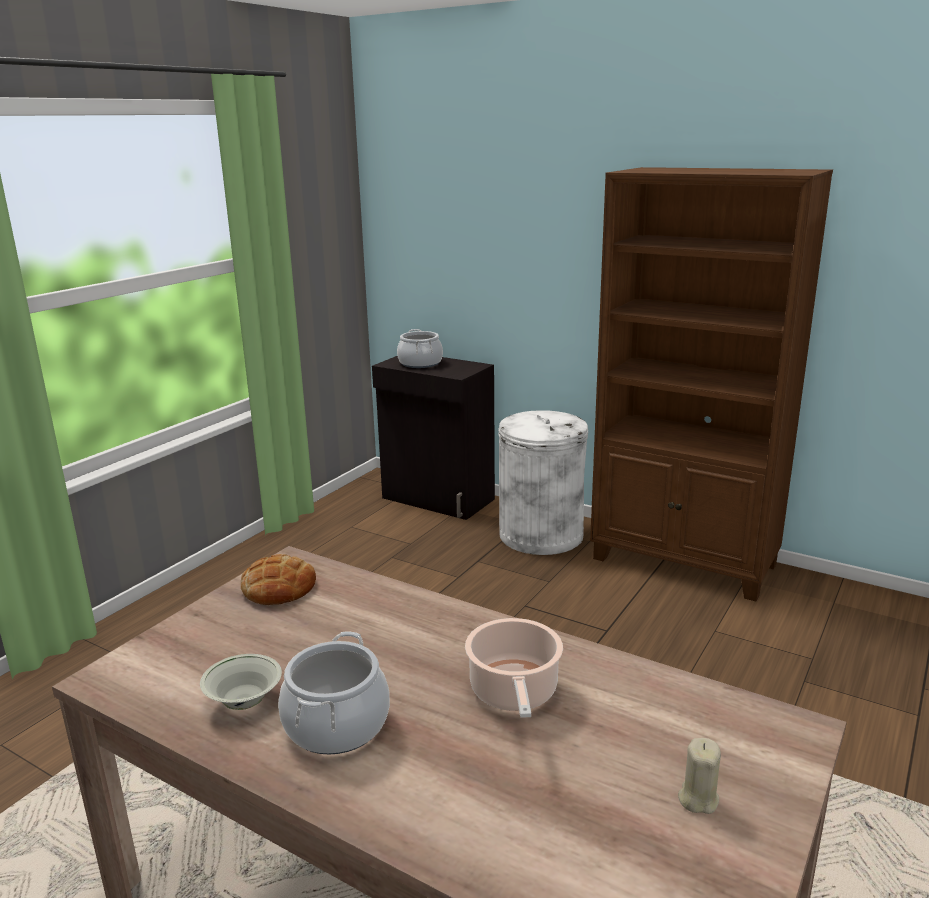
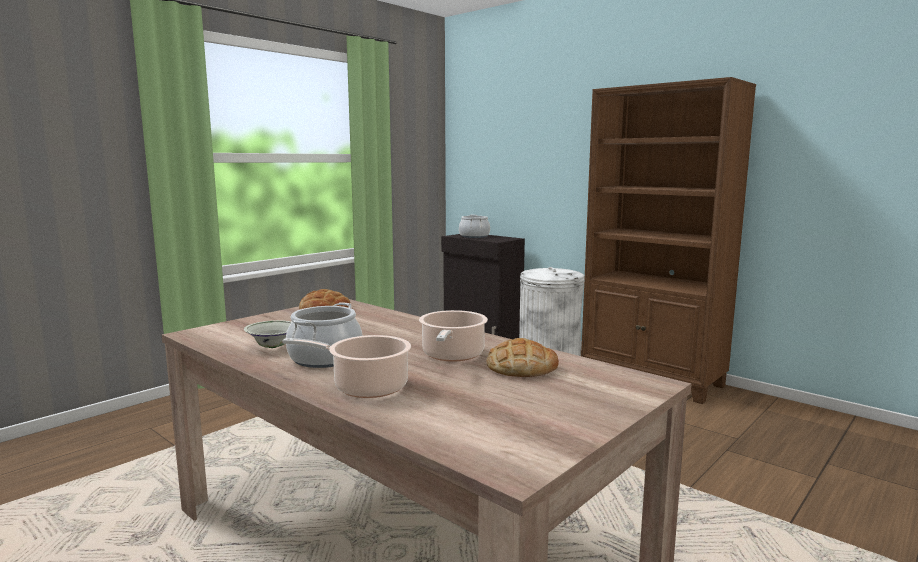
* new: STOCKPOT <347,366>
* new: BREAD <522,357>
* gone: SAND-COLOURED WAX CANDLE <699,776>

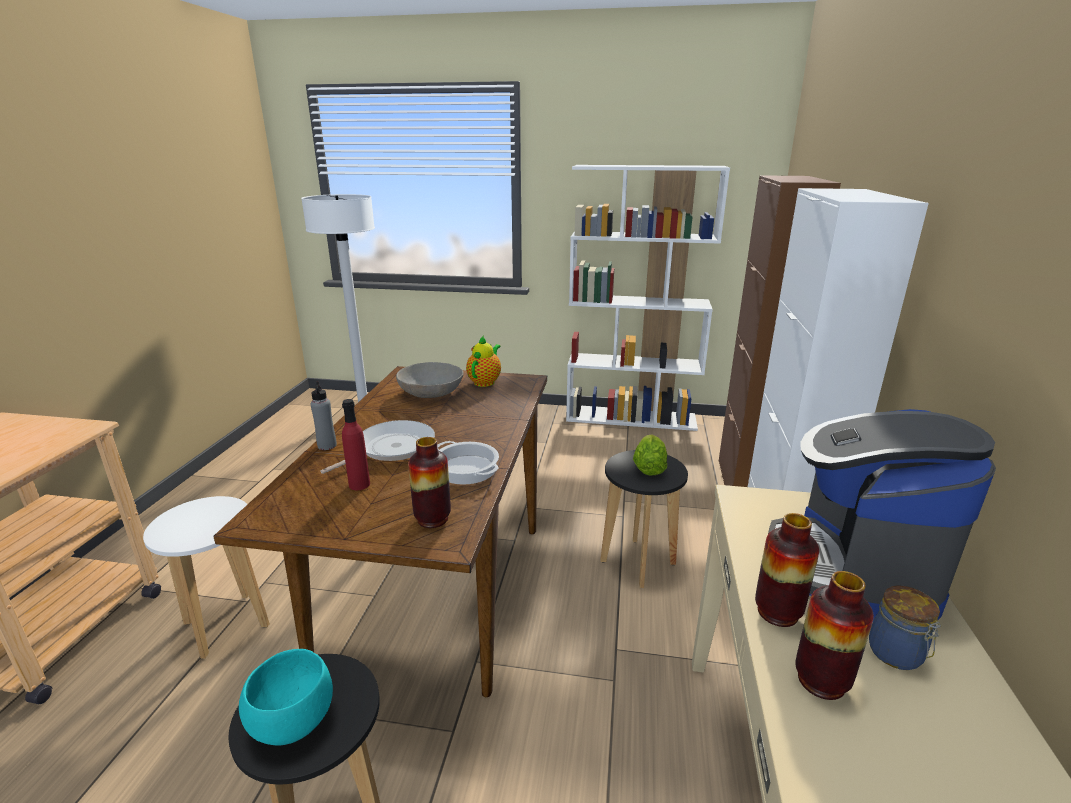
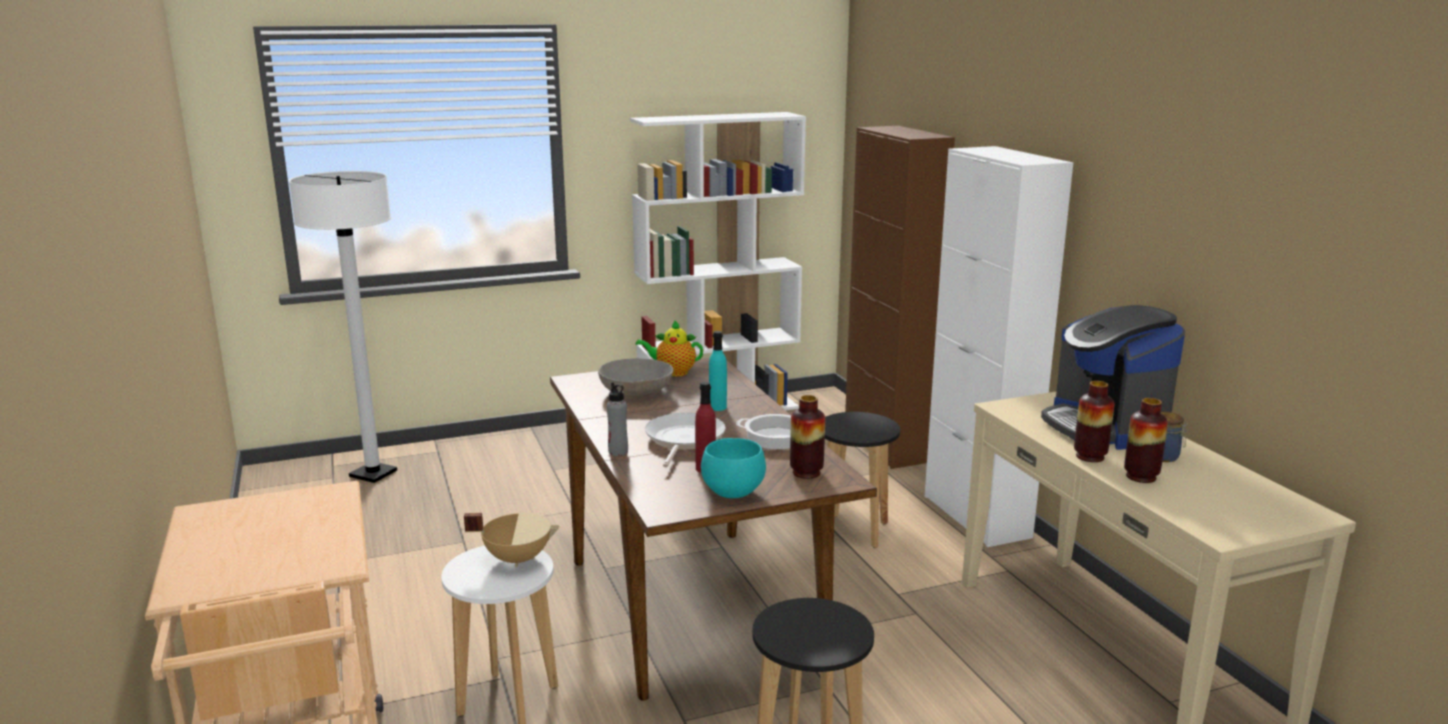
* new: SAND-COLOURED STOCKPOT <512,540>
* rotated: POT FOR TEA <483,361> = <669,348> 75 degrees counterclockwise
* shifted: TURQUOISE-COLOURED DEEP DISH <286,697> to <733,468>
* new: TURQUOISE-COLOURED BEVERAGE BOTTLE <718,371>
* gone: HEAD OF LETTUCE <650,455>

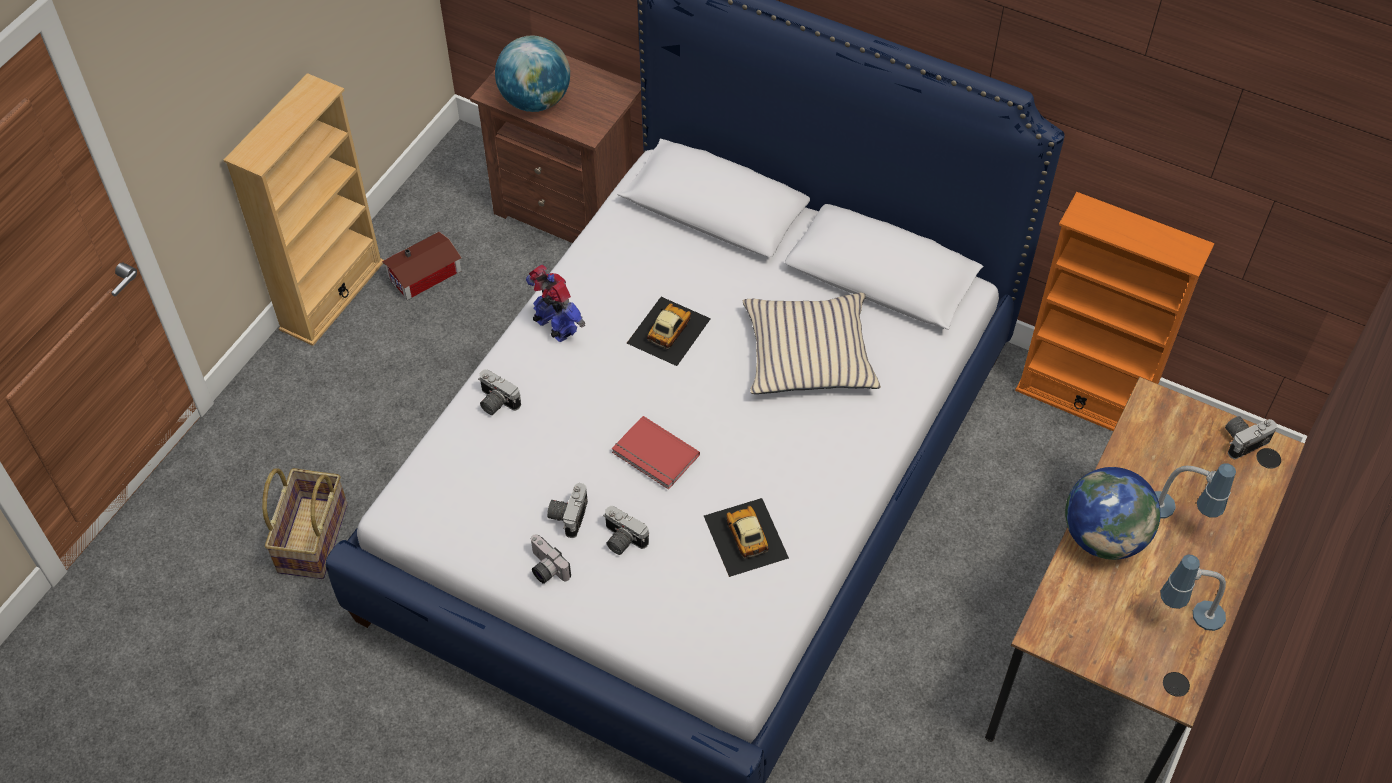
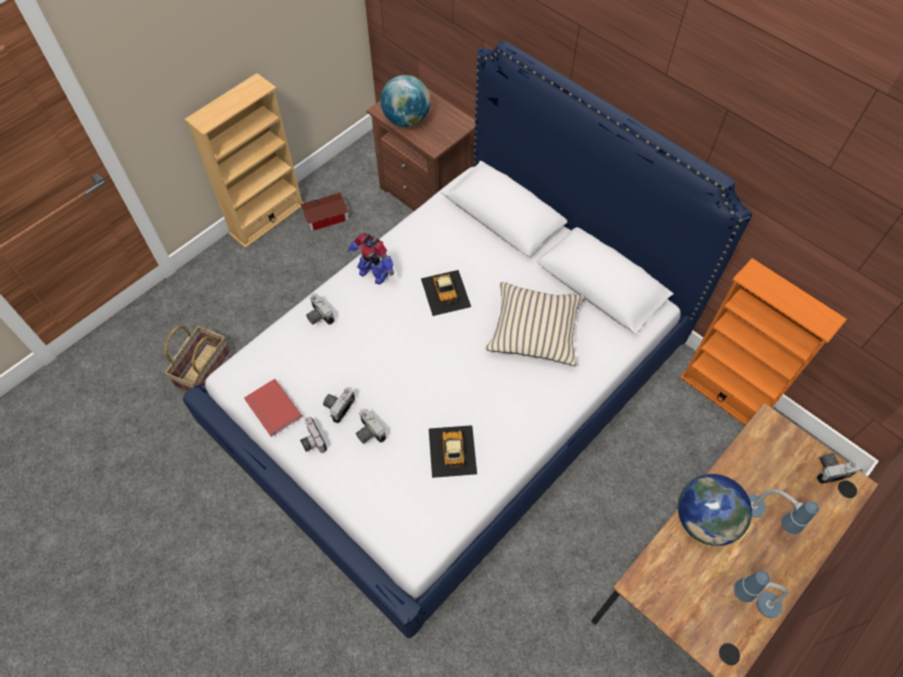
* shifted: REDDISH BOOK <656,452> to <273,408>
* rotated: MODEL ROBOT <555,303> = <370,259> 150 degrees clockwise
* rotated: TOY CAR <669,331> = <446,293> 120 degrees clockwise

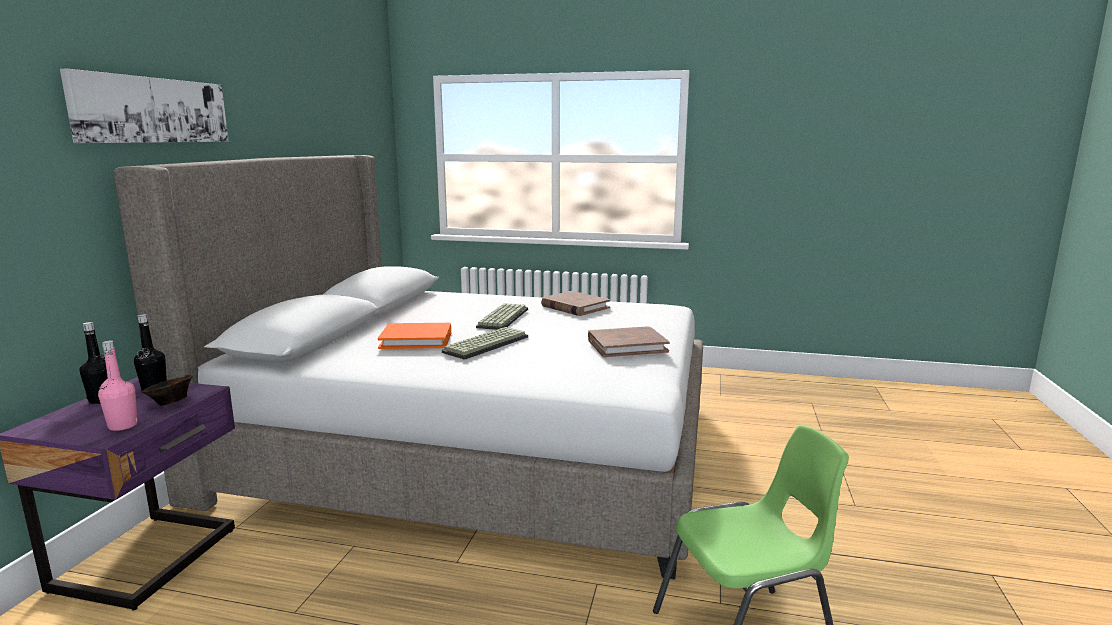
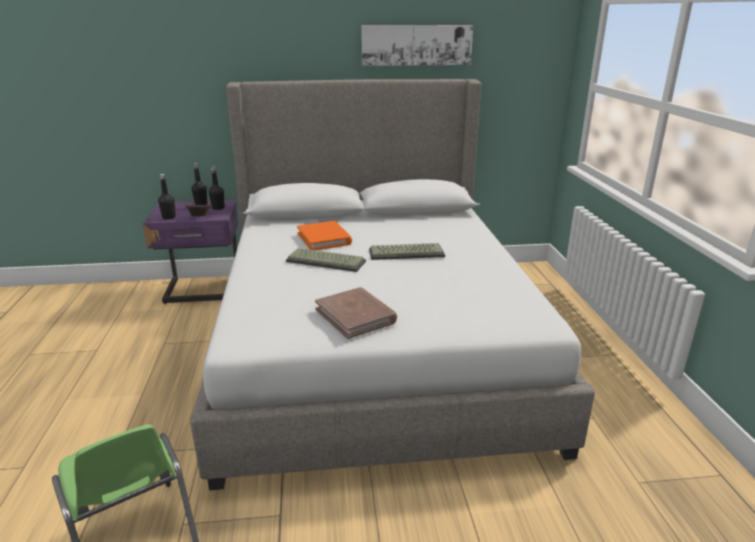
* repainted: PINK-COLOURED BEVERAGE BOTTLE <118,385> to BLACK BEVERAGE BOTTLE <167,197>
* shifted: WALL PICTURE <144,106> to <417,45>
* gone: BROWN BOOK <575,303>

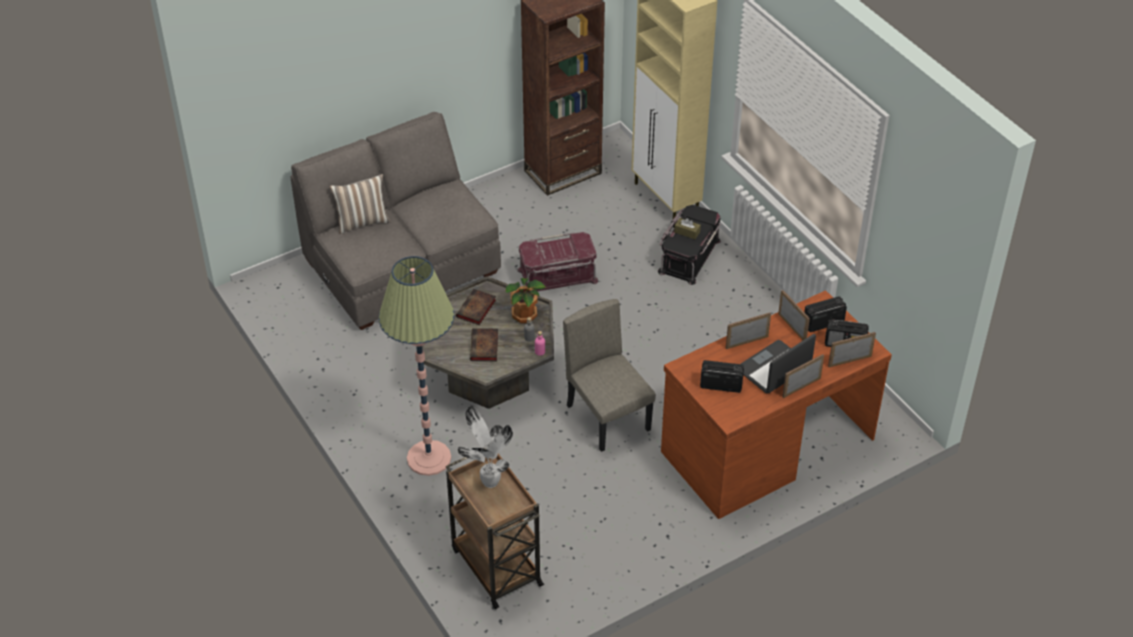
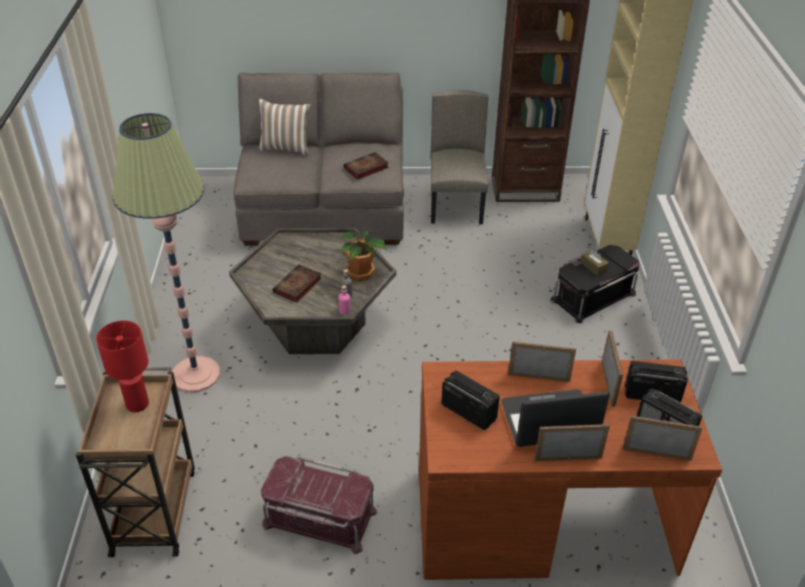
* swapped: POTTED PLANT <485,447> to REDDISH TABLE LAMP <122,366>
* shifted: REDDISH STORAGE CONTAINER <557,261> to <319,505>
* shifted: BOOK <476,307> to <366,166>
* shifted: SAND-COLOURED UPRIGHT CHAIR <609,375> to <459,157>

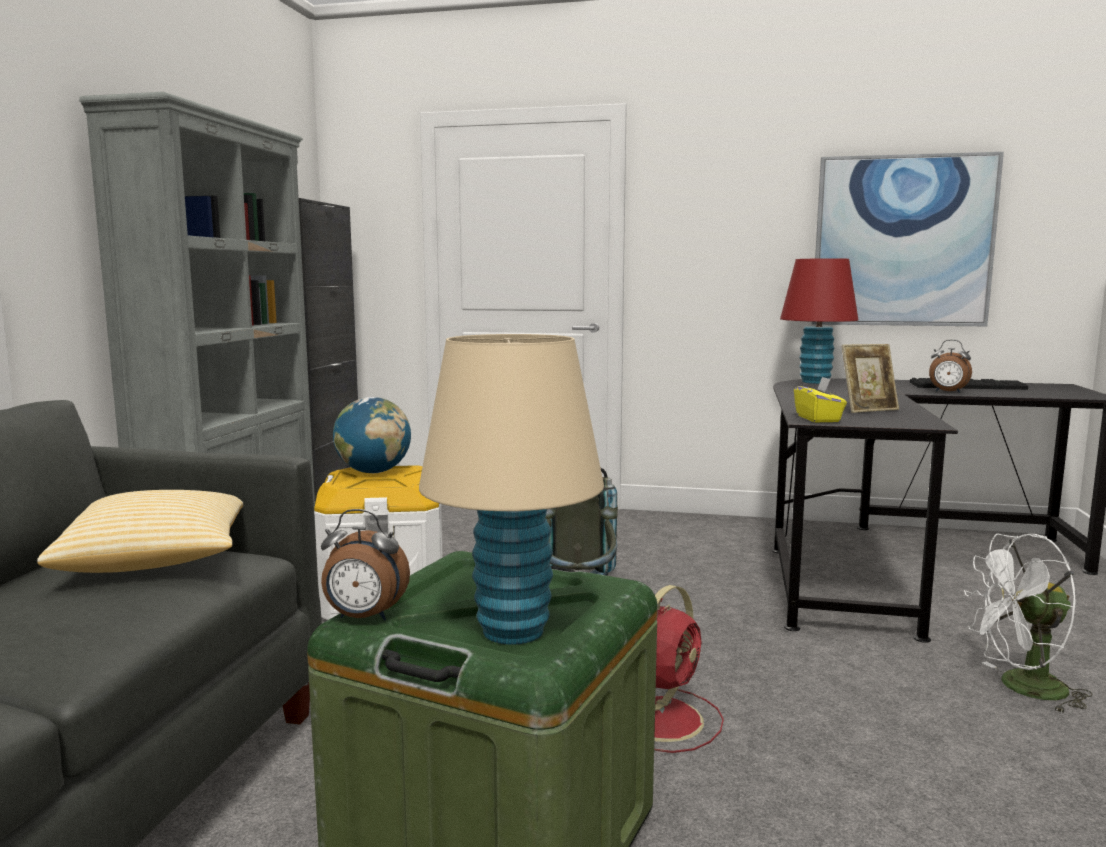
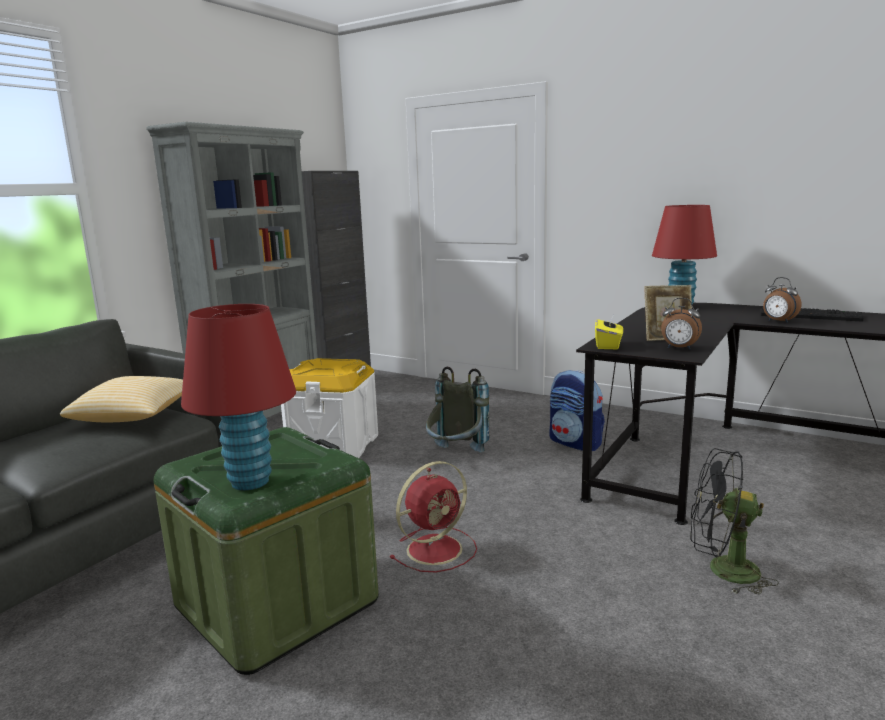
* repainted: SAND-COLOURED TABLE LAMP <511,489> to REDDISH TABLE LAMP <238,397>
* new: RUCKSACK <577,410>
* shifted: ALARM CLOCK <365,565> to <681,324>
* repainted: WHITE-COLOURED ELECTRIC FAN <1028,624> to BLACK ELECTRIC FAN <734,521>
* gone: GLOBE <372,435>
* gone: WALL PICTURE <908,239>

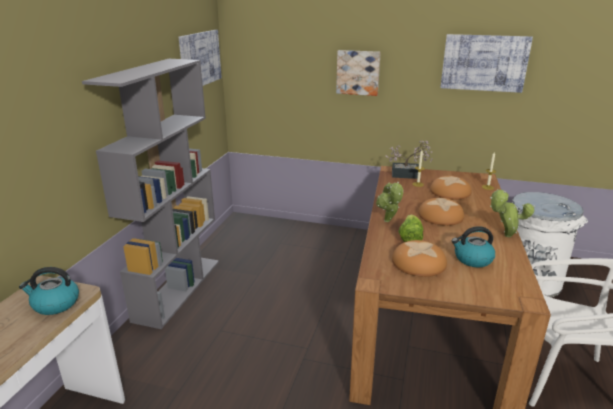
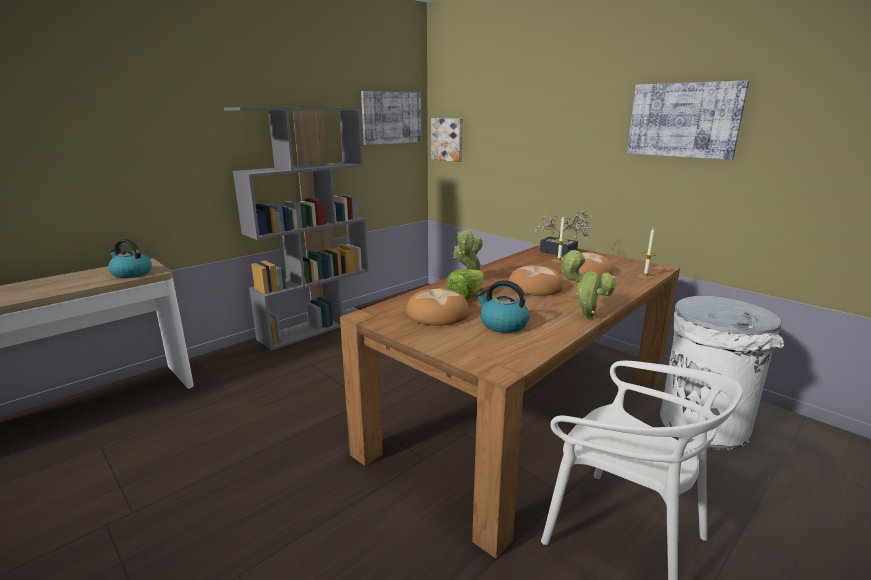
* shifted: WALL PICTURE <358,73> to <447,140>

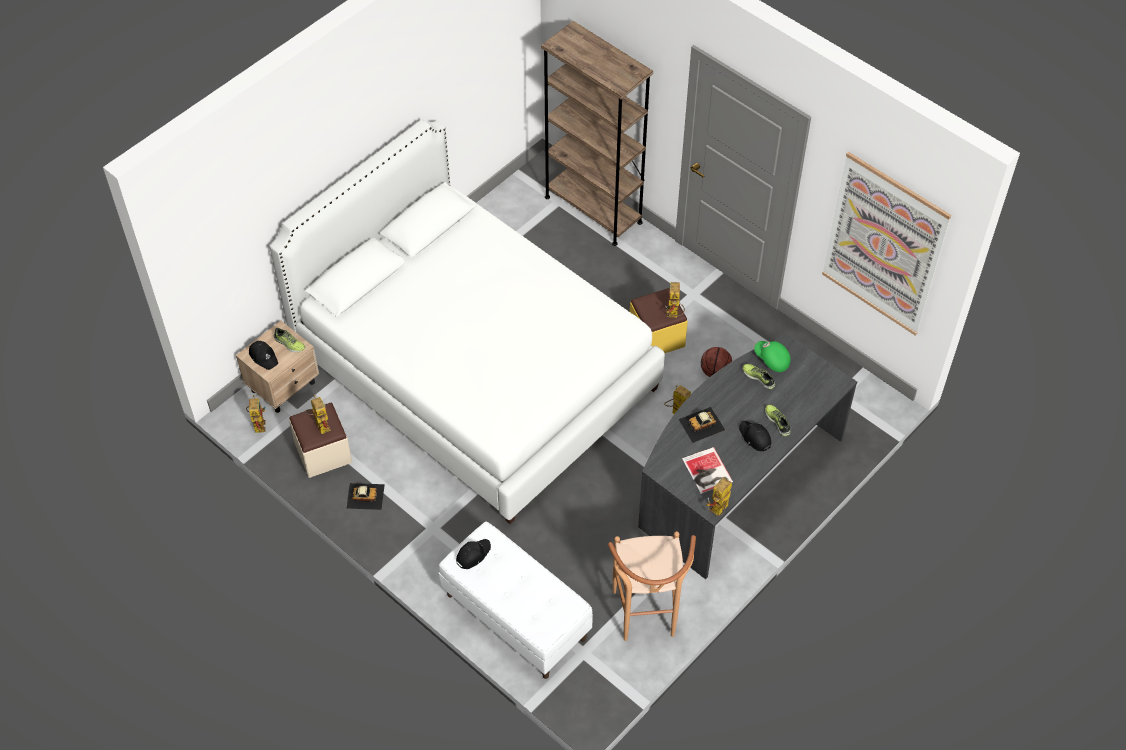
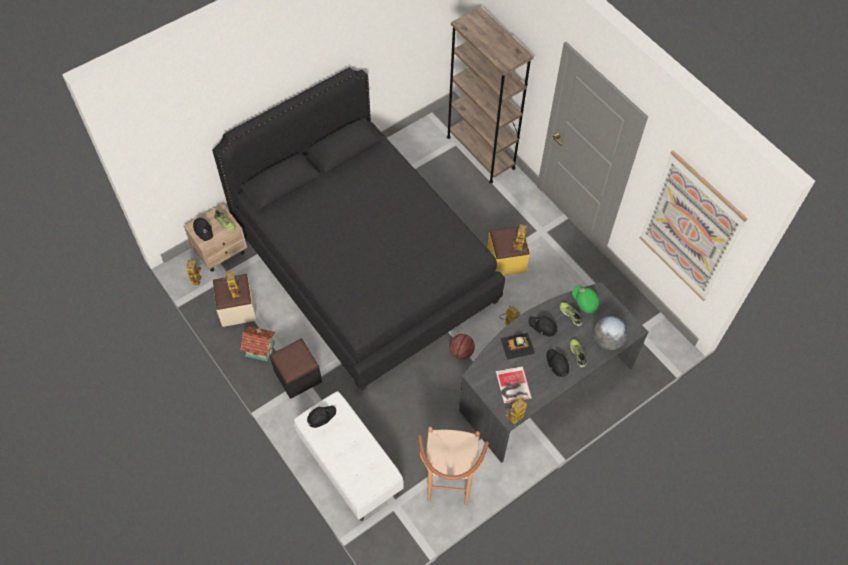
* repainted: WHITE-COLOURED SLEEPING BED <467,322> to BLACK SLEEPING BED <358,229>
* swapped: TOY CAR <365,496> to MODEL HOUSE <257,344>
* new: BLACK POUFFE <296,369>
* shifted: BASKETBALL BALL <716,362> to <462,346>
* new: BLACK CAP <542,326>
* new: GLOBE <610,333>

